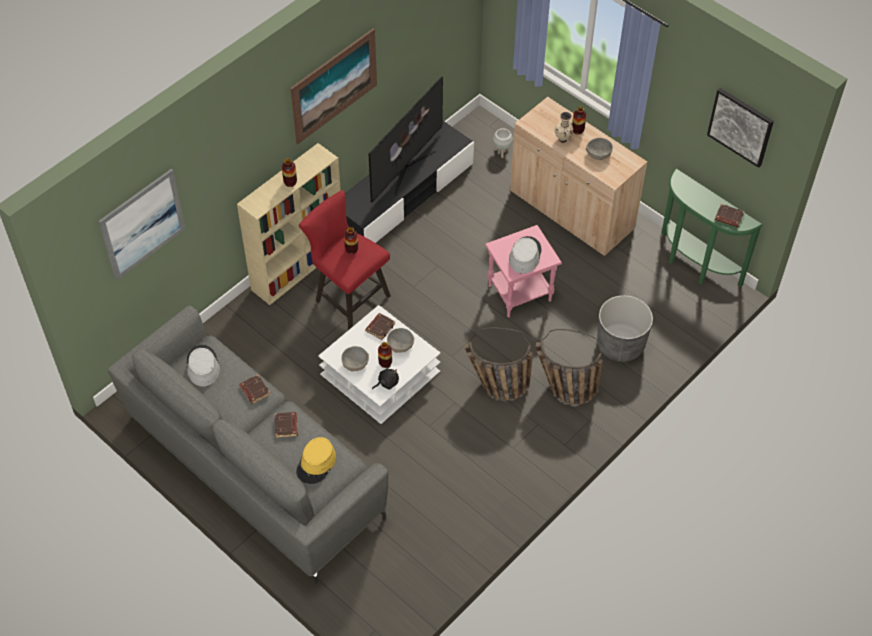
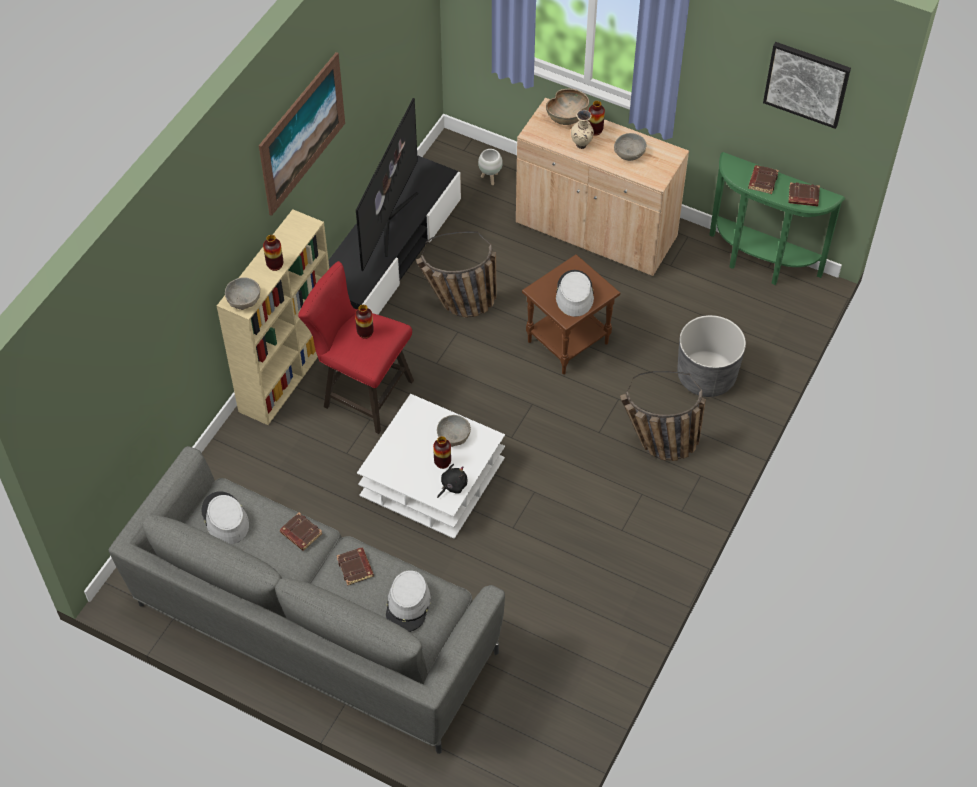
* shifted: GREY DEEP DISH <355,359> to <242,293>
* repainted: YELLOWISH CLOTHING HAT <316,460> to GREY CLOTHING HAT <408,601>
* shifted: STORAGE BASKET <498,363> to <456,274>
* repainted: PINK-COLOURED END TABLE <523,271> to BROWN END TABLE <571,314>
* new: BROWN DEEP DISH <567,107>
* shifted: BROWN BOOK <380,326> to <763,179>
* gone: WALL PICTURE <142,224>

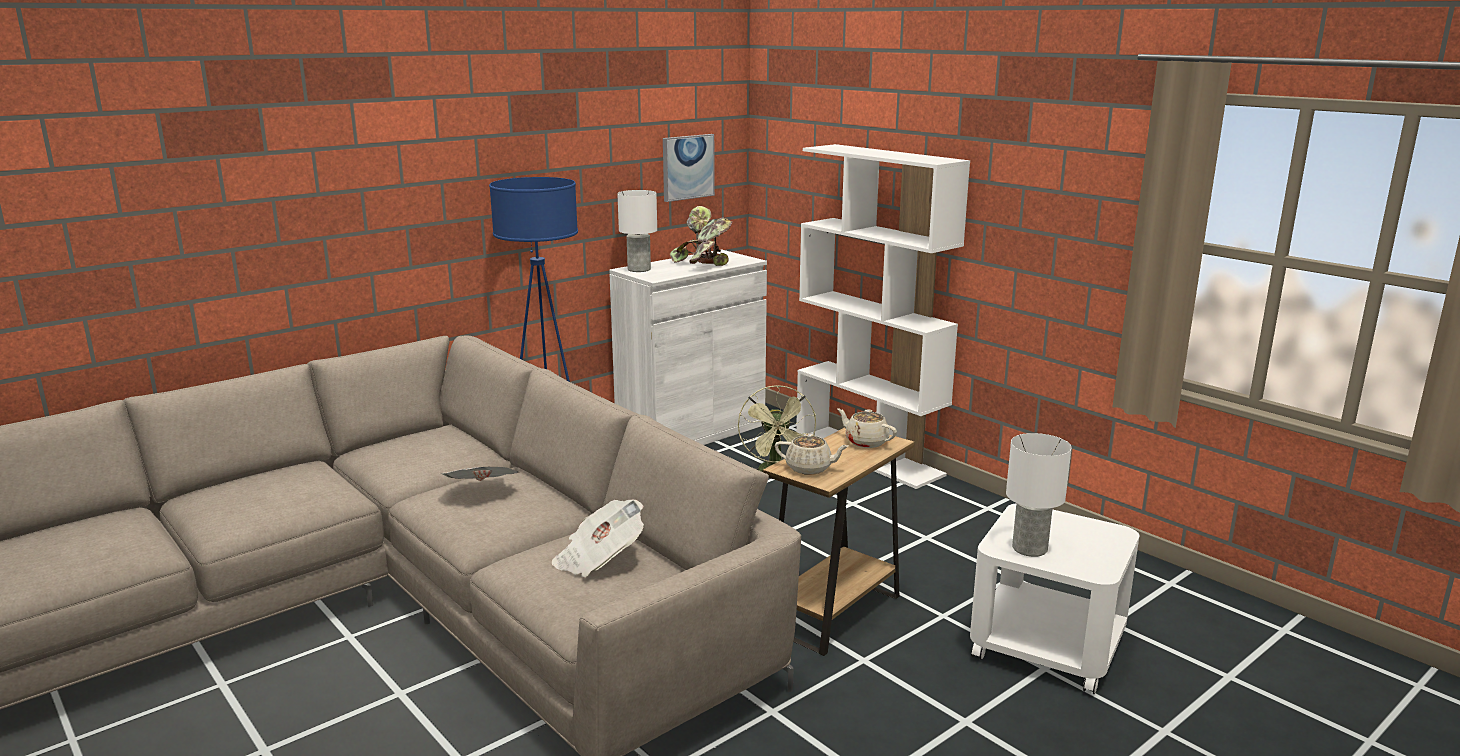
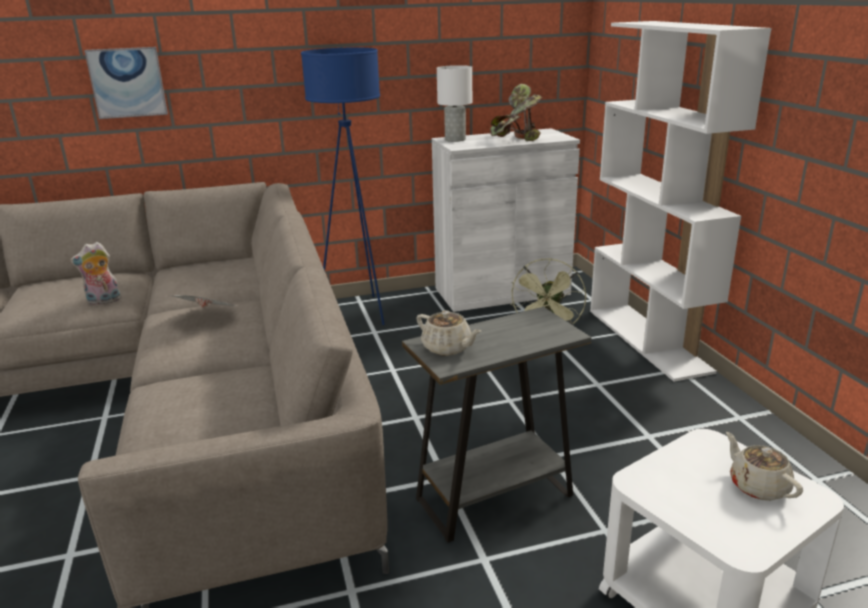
* new: SOFT TOY <95,274>
* shifted: WALL PICTURE <689,168> to <126,83>
* repainted: BROWN END TABLE <838,542> to GREY END TABLE <497,425>
* shifted: SAND-COLOURED POT FOR TEA <867,428> to <764,466>
* gone: PRINTED PAPER <598,538>
* gone: WHITE-COLOURED TABLE LAMP <1039,495>

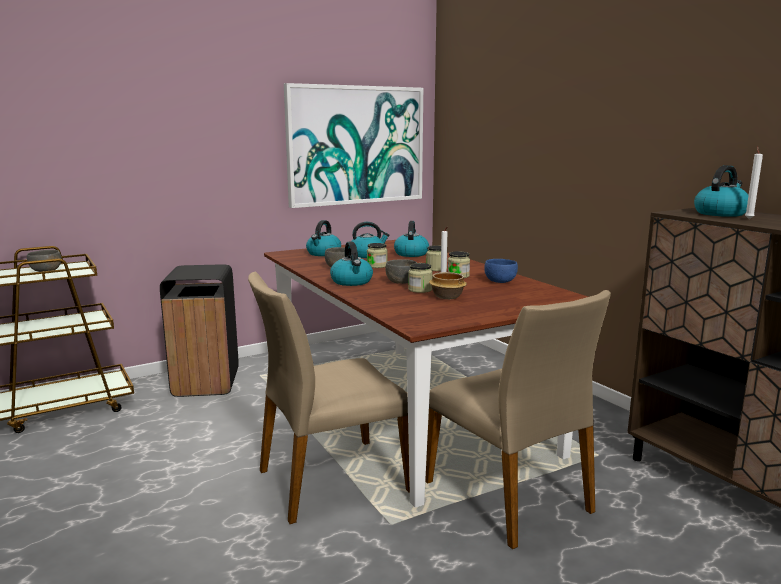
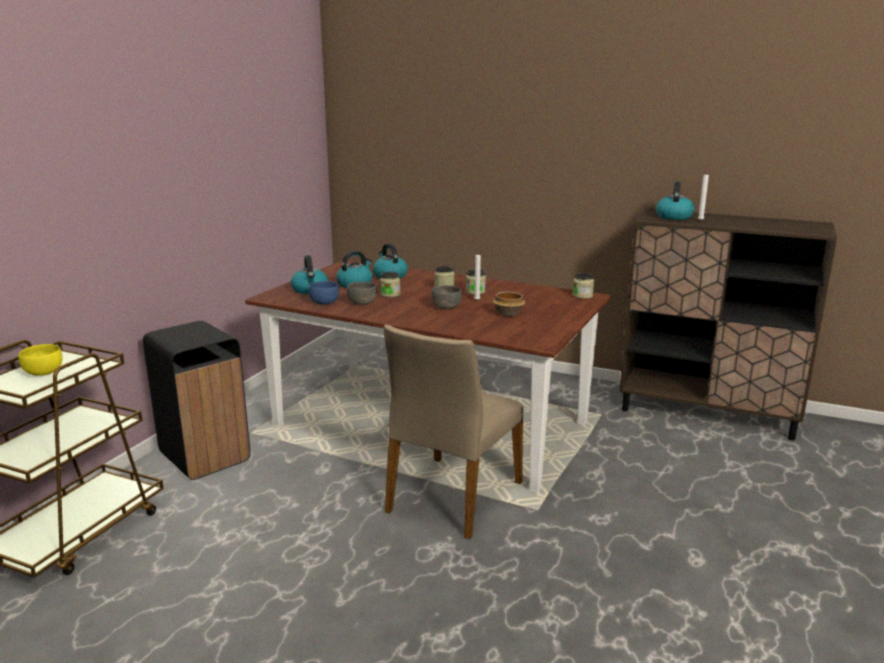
* repainted: GREY DEEP DISH <44,261> to YELLOWISH DEEP DISH <40,360>
* shifted: BLUE DEEP DISH <501,271> to <324,292>
* shifted: PRESERVE JAR <420,278> to <583,286>
* gone: WALL PICTURE <353,145>
* gone: TEA KETTLE <351,263>
* gone: SAND-COLOURED UPRIGHT CHAIR <518,419>

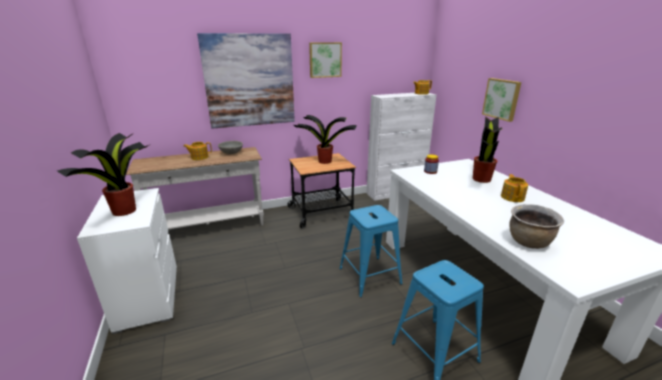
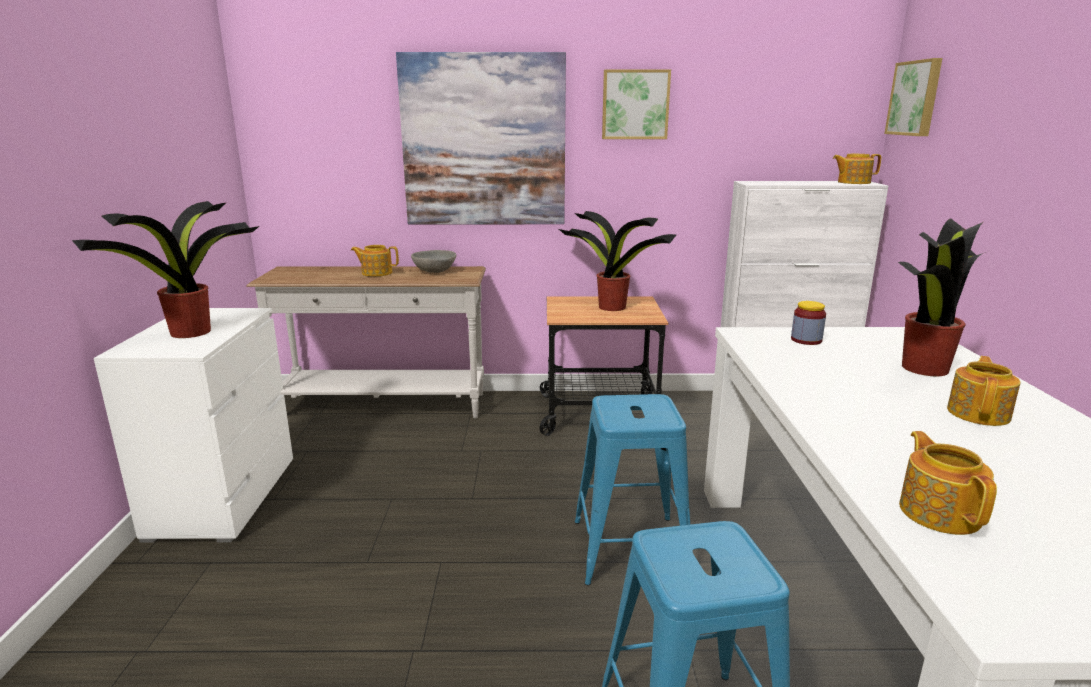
* shifted: WALL PICTURE <501,100> to <913,97>
* swapped: BROWN STOCKPOT <536,226> to POT FOR TEA <948,483>

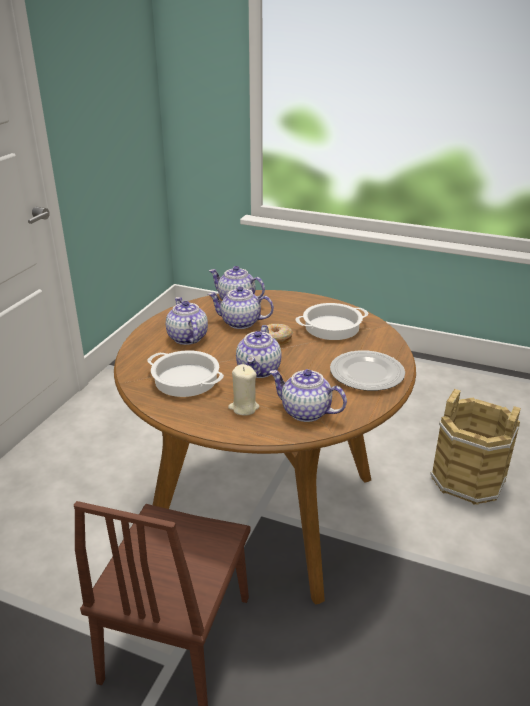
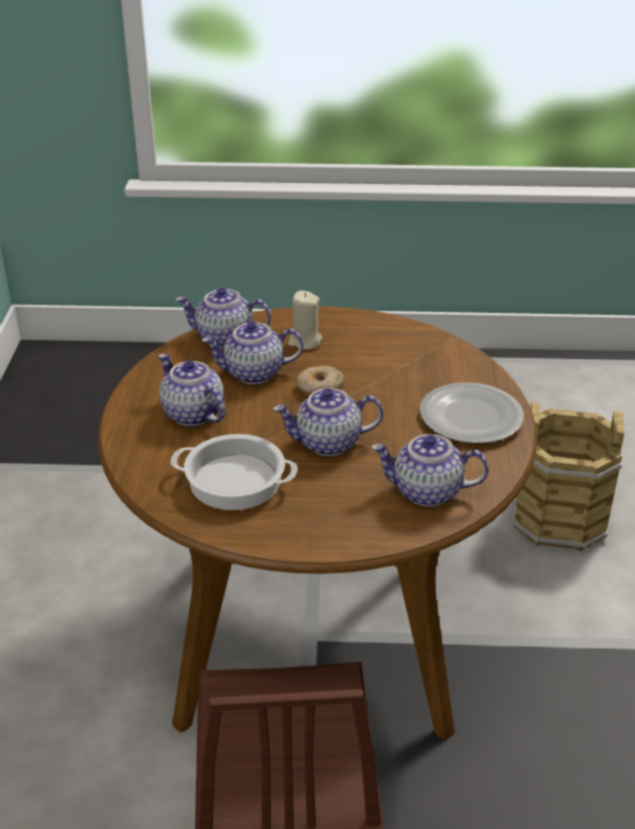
* rotated: POT FOR TEA <258,351> = <328,422> 90 degrees clockwise
* shifted: SAND-COLOURED WAX CANDLE <244,390> to <305,320>
* gone: STOCKPOT <332,321>

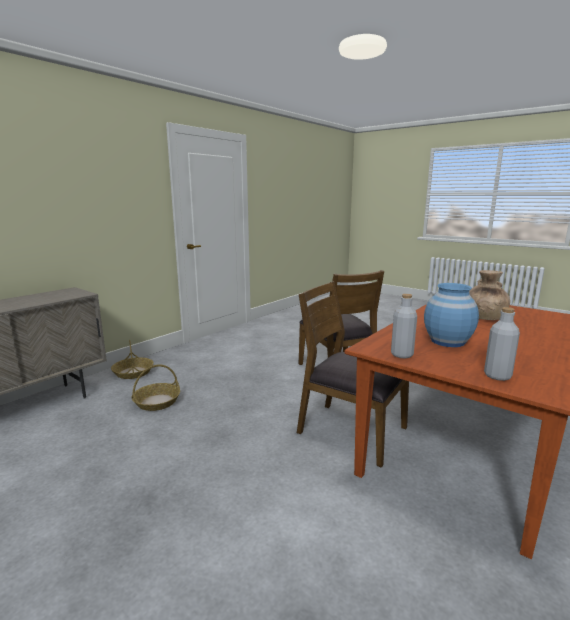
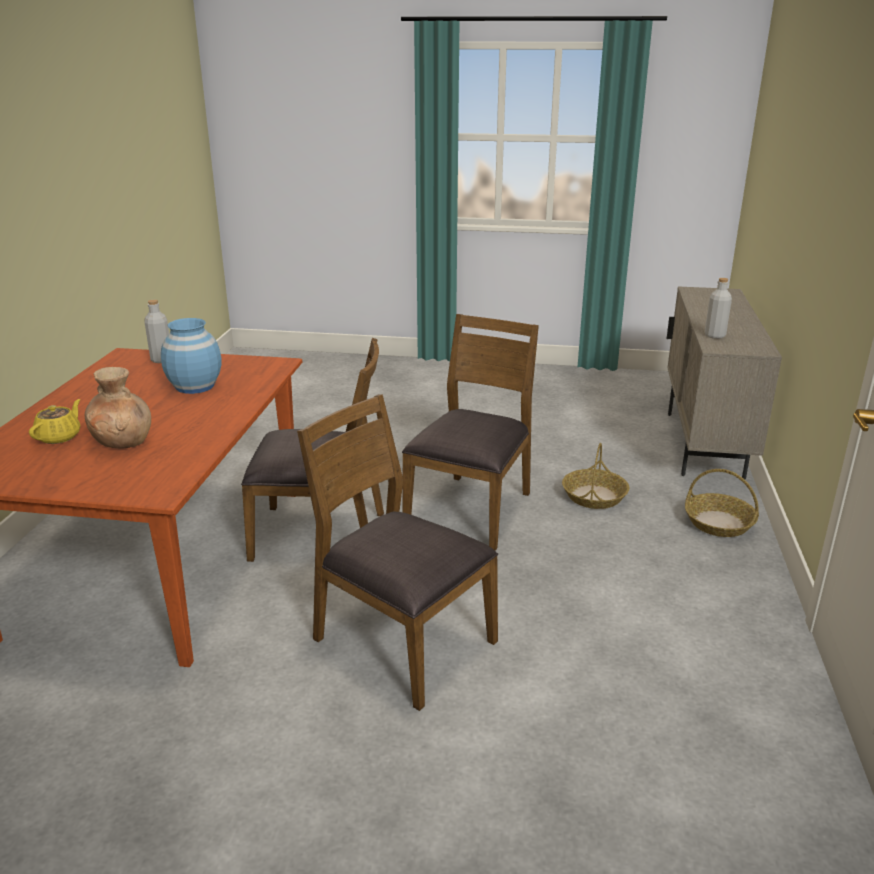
* new: YELLOWISH POT FOR TEA <54,421>
* new: BROWN UPRIGHT CHAIR <470,432>
* shifted: GREY BEVERAGE BOTTLE <404,326> to <718,308>

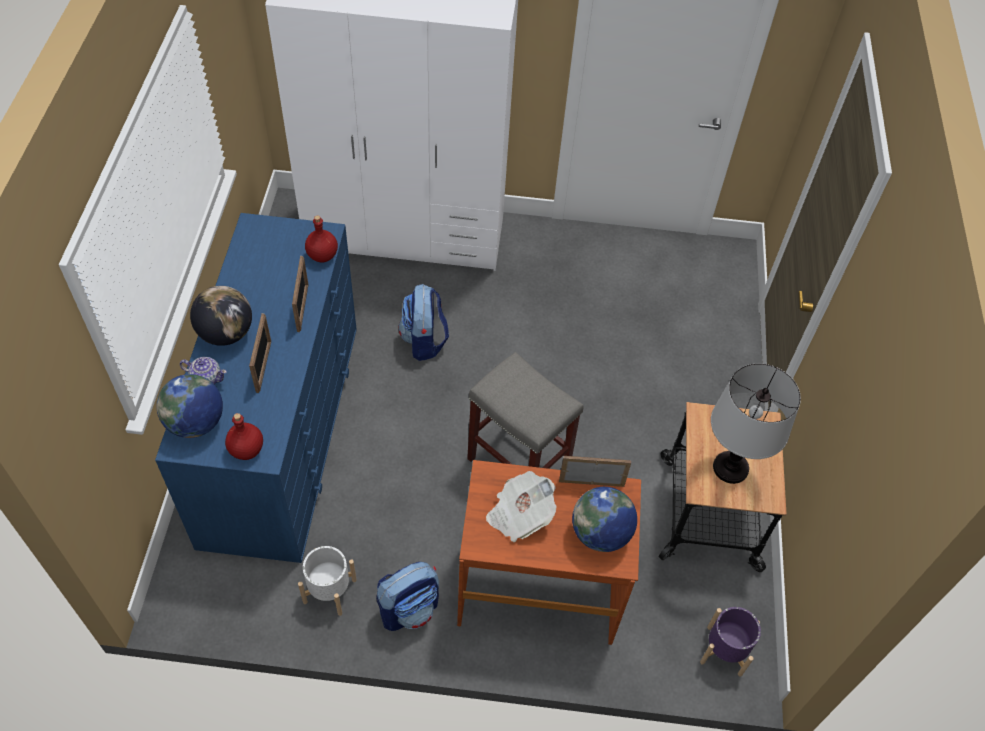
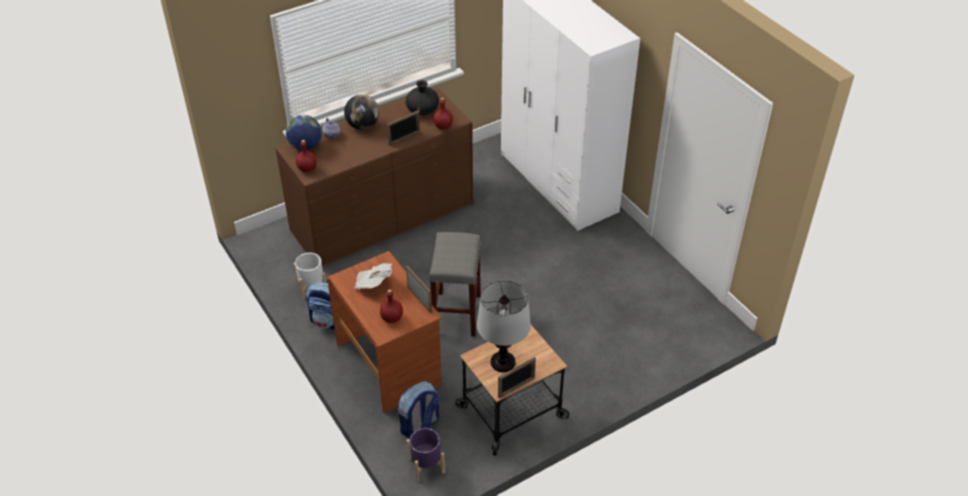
* repainted: BLUE CHEST OF DRAWERS <256,388> to BROWN CHEST OF DRAWERS <374,177>
* swapped: GLOBE <604,519> to REDDISH BEVERAGE BOTTLE <391,306>
* shifted: RUCKSACK <424,322> to <418,409>
* new: BLACK VASE <422,97>
* shifted: PICTURE FRAME <260,353> to <517,377>

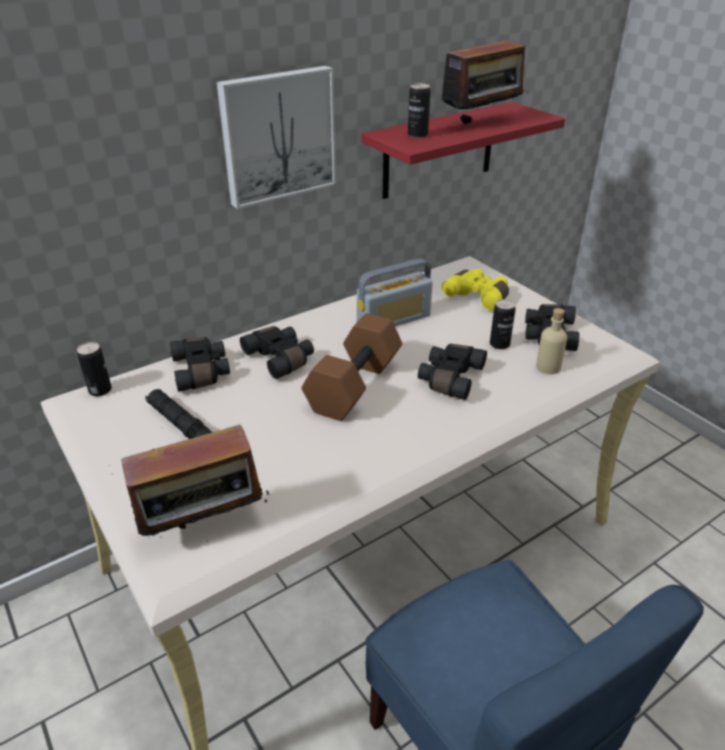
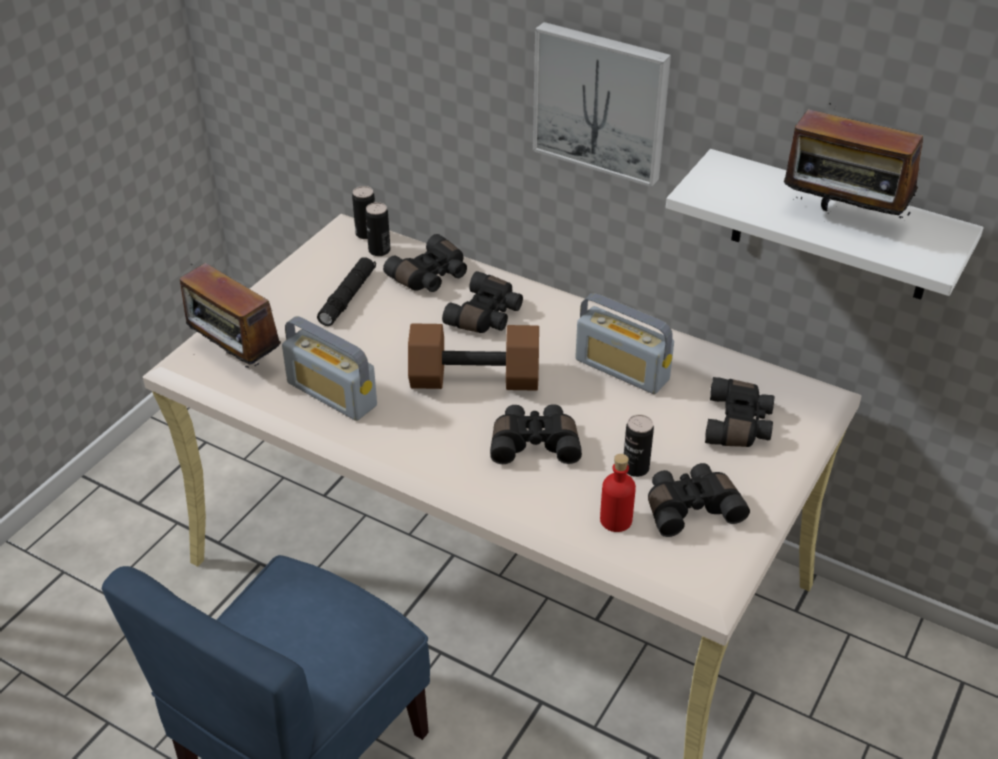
* new: RADIO RECEIVER <329,368>
* shifted: CAN <419,110> to <378,229>
* repainted: SAND-COLOURED BEVERAGE BOTTLE <551,341> to REDDISH BEVERAGE BOTTLE <618,493>
* repainted: REDDISH SHELF <463,150> to WHITE-COLOURED SHELF <825,224>
* repainted: YELLOWISH PAIR OF BINOCULARS <475,290> to BLACK PAIR OF BINOCULARS <739,412>

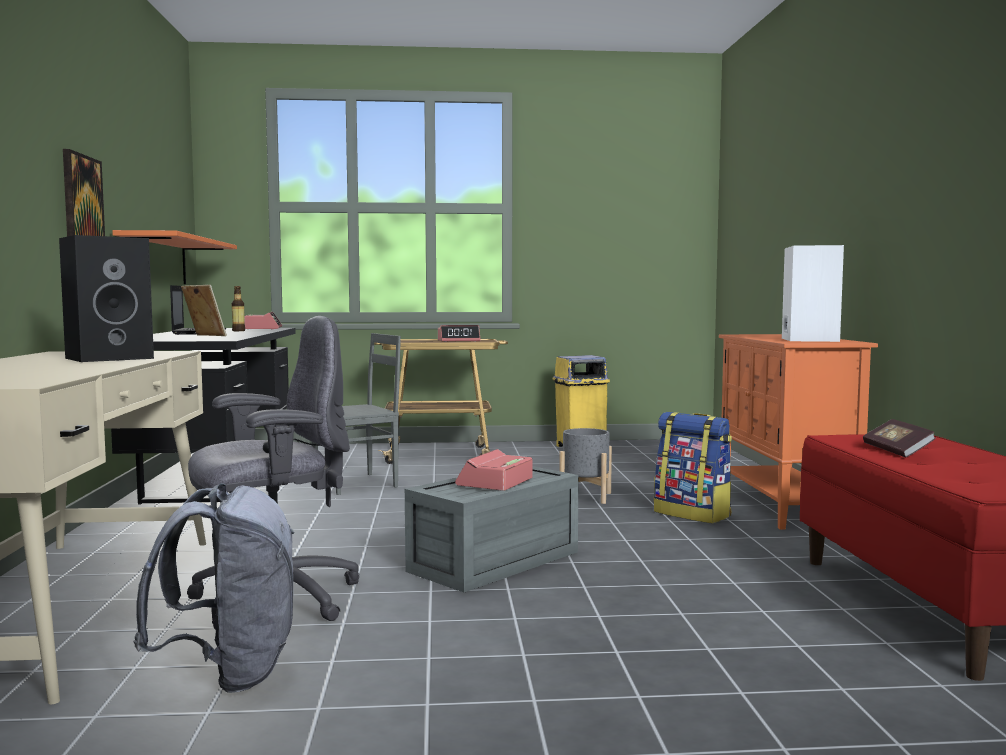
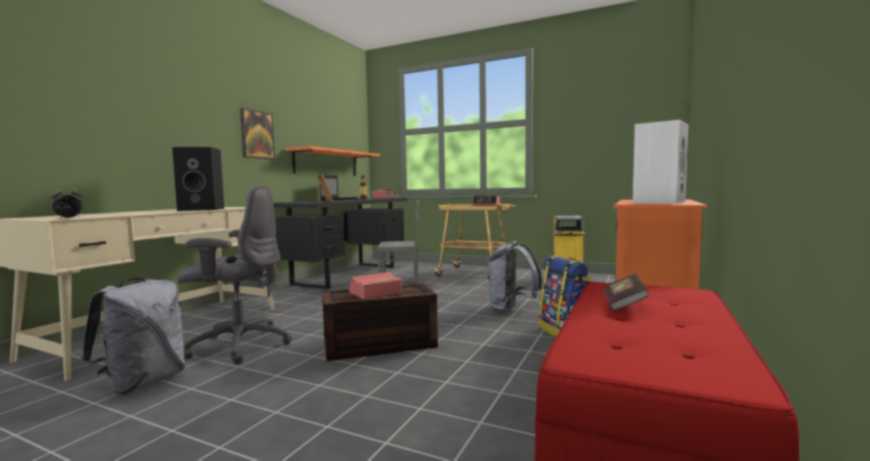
* new: ALARM CLOCK <67,203>
* repainted: GREY STORAGE CONTAINER <492,529> to BROWN STORAGE CONTAINER <380,322>
* swapped: GREY PLANT POT <585,466> to GREY RUCKSACK <514,277>

